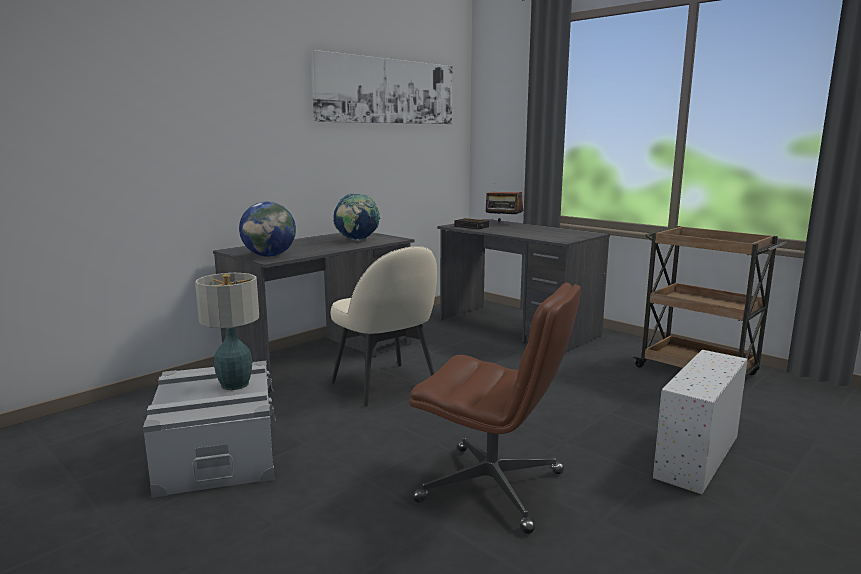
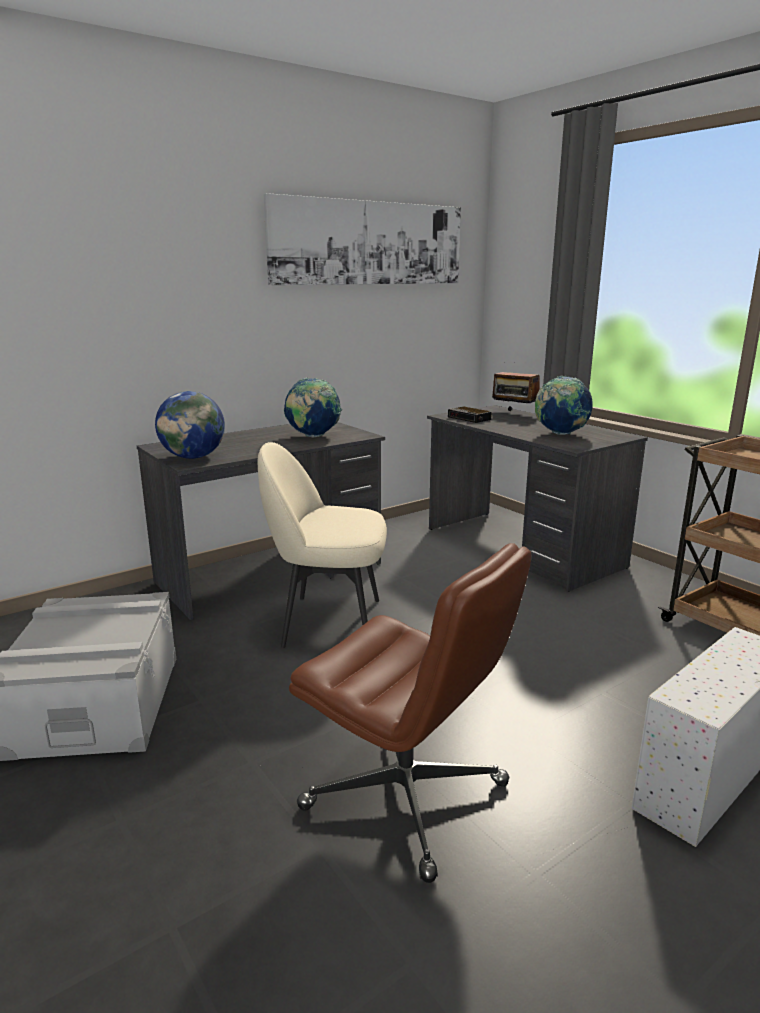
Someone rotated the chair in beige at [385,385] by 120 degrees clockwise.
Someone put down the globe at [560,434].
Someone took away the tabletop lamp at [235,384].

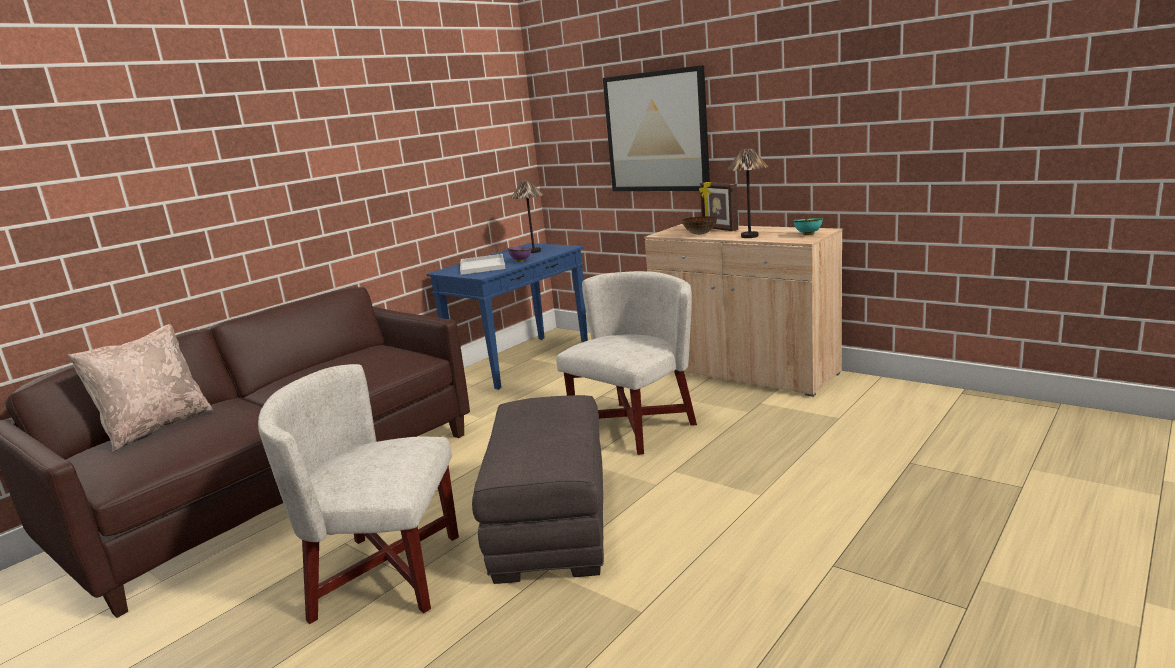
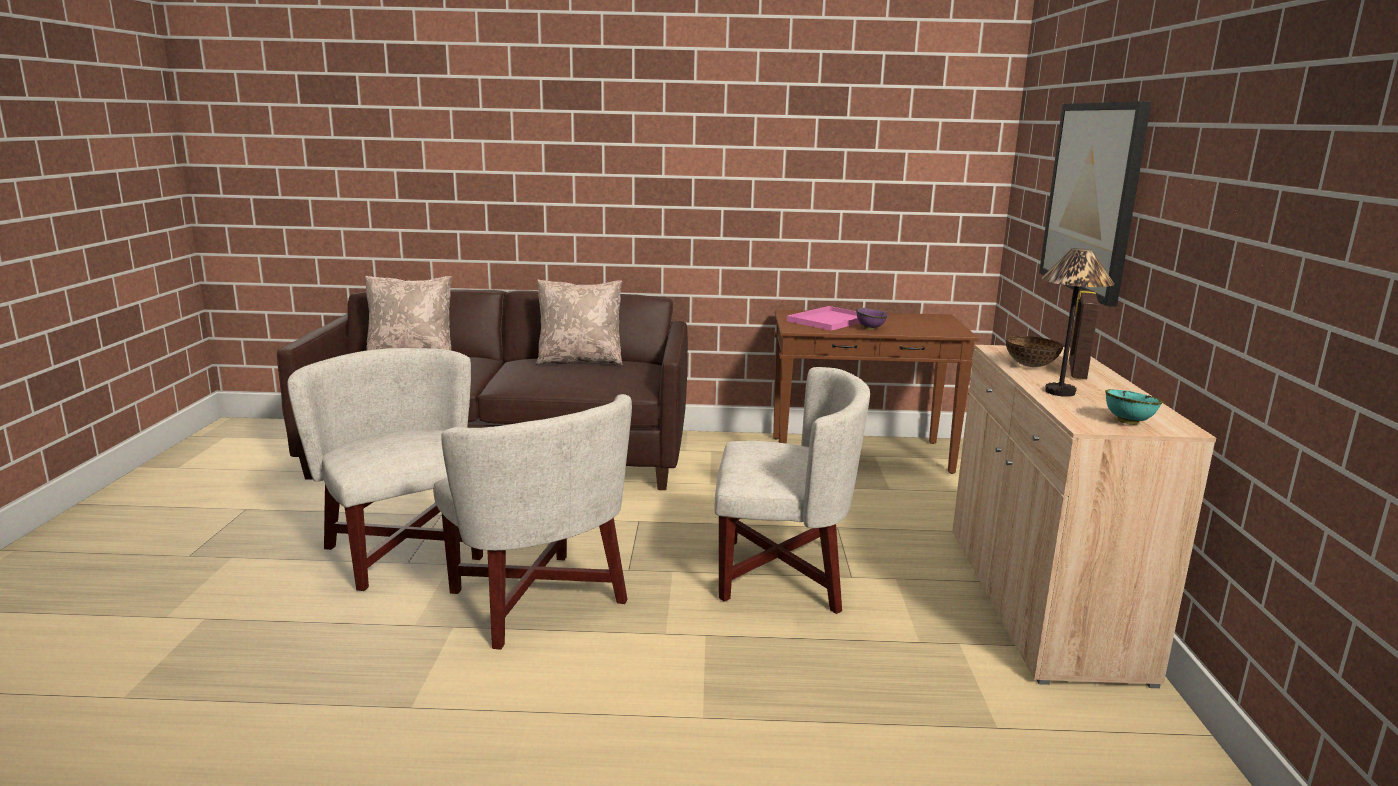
Someone swapped the ottoman in grey at [553,524] for the easy chair in white-coloured at [536,599].
Someone put down the throw pillow in beige at [580,361].
Someone repainted the hall table in blue at [522,361], which became the hall table in brown-coloured at [861,455].
Someone repainted the serving tray in white-coloured at [483,266], which became the serving tray in pinkish at [829,320].
Someone took away the tabletop lamp at [533,251].

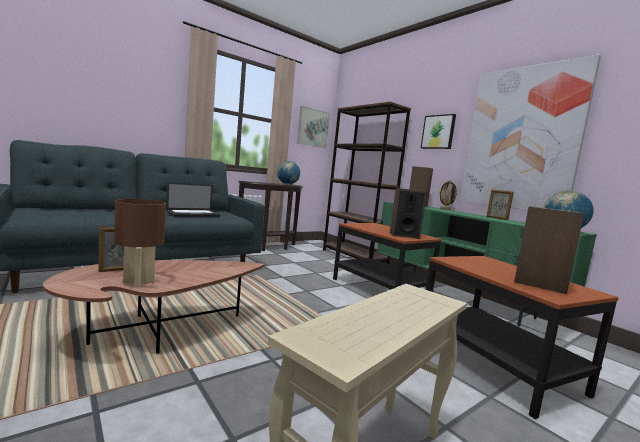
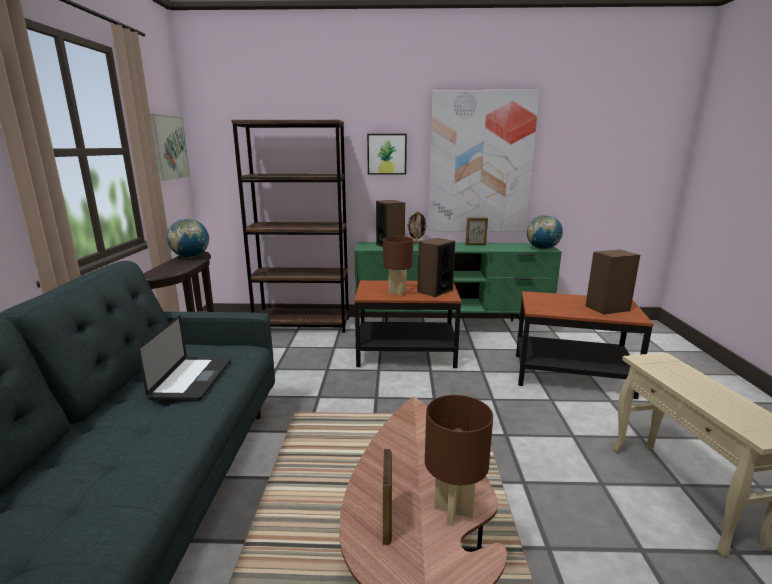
Someone put down the tabletop lamp in brown-coloured at [397,293].

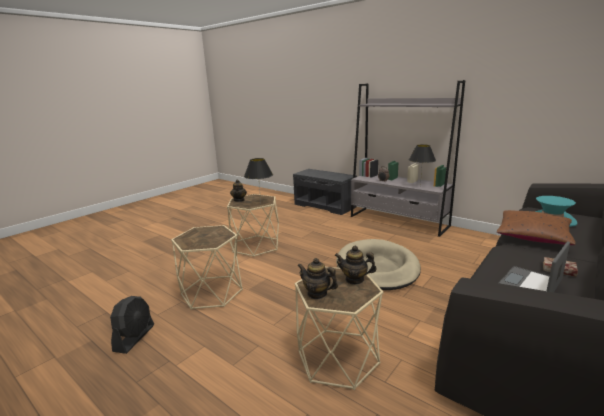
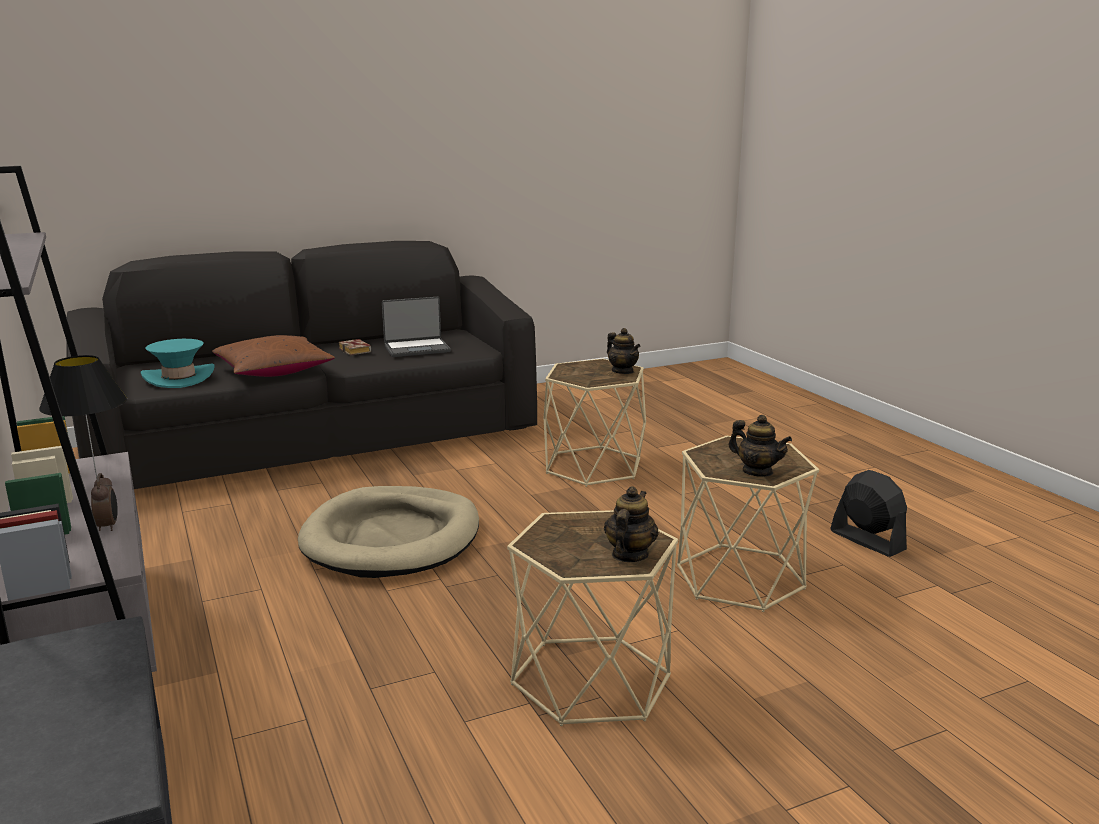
Someone carried the pot for tea from [354,280] to [757,472].
Someone rotated the fan in blackish at [134,338] by 105 degrees clockwise.
Someone took away the tabletop lamp in blackish at [260,204].

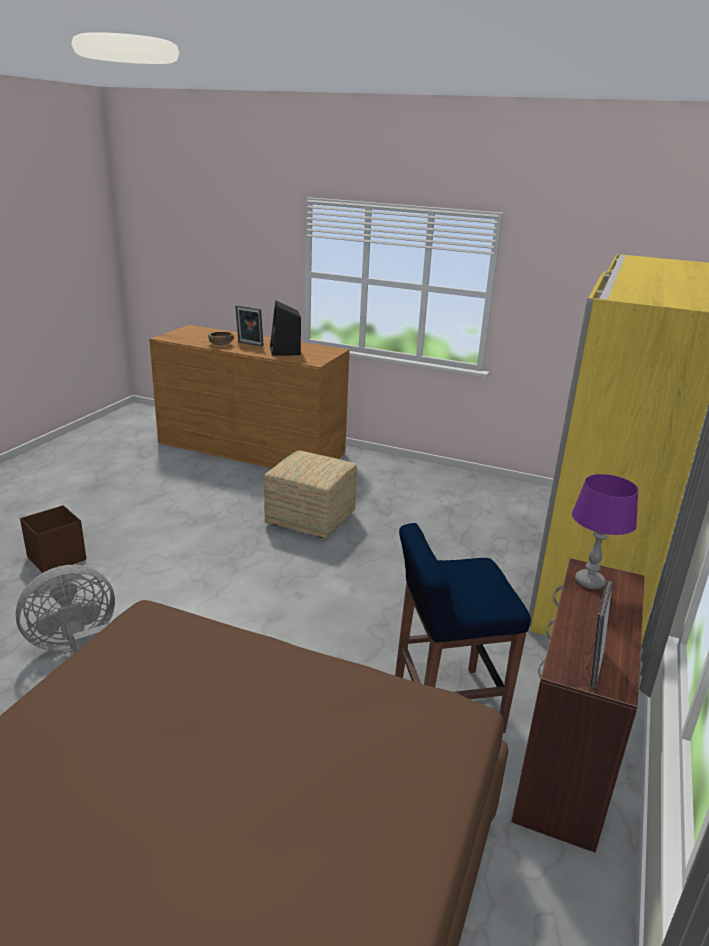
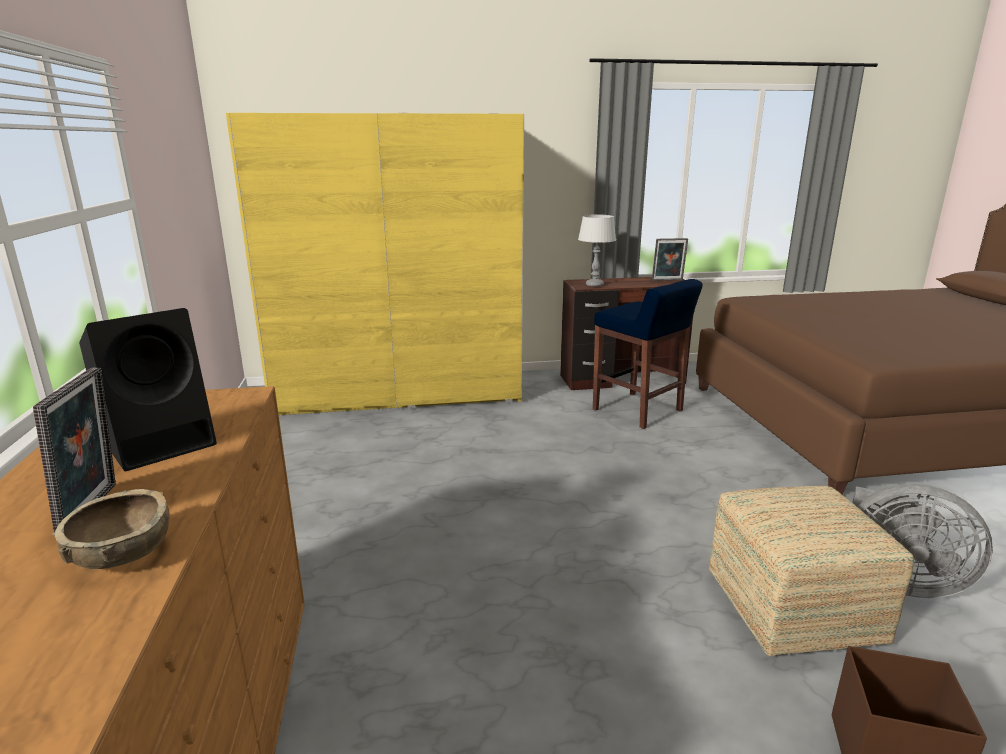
Someone repainted the tabletop lamp in purplish at [589,582], which became the tabletop lamp in grey at [594,285].
Someone carried the ottoman from [311,519] to [790,609].

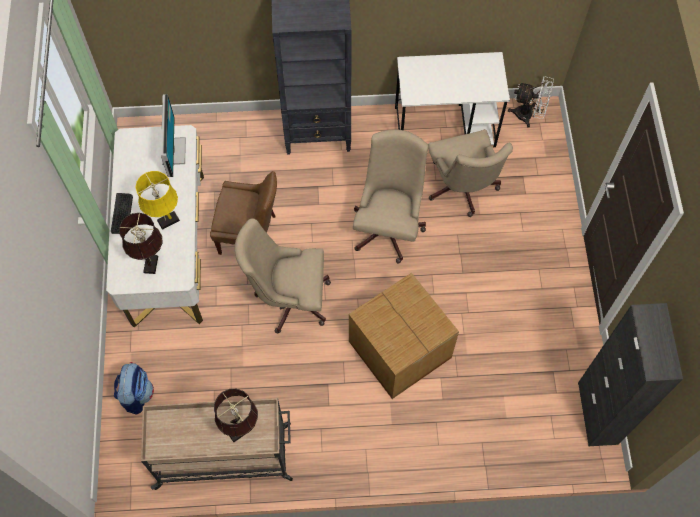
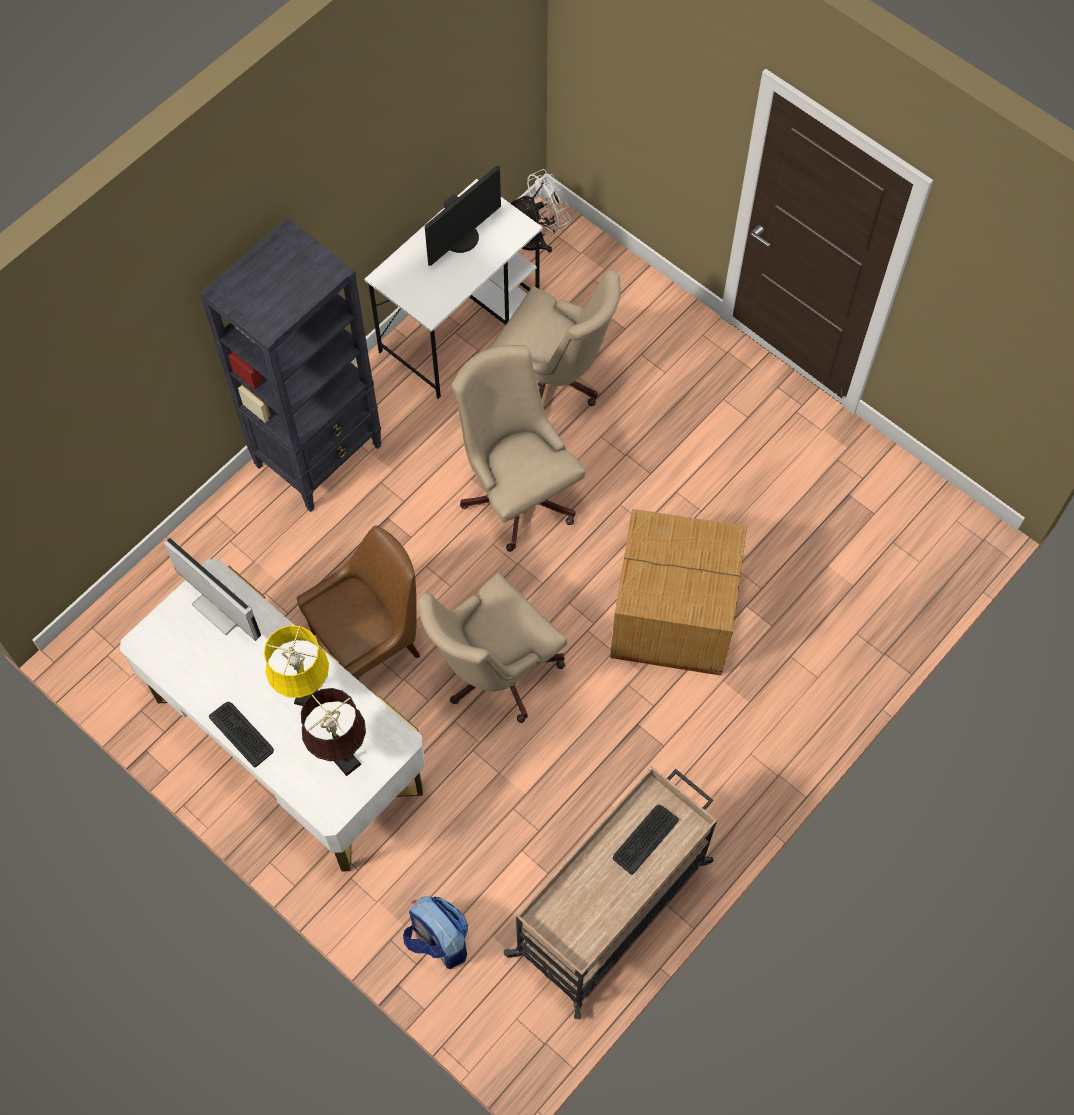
Someone put down the computer screen at [462,238].
Someone swapped the tabletop lamp in brown-coloured at [241,429] for the keyboard at [645,839].
Someone took away the cabinet in blackish at [597,413].

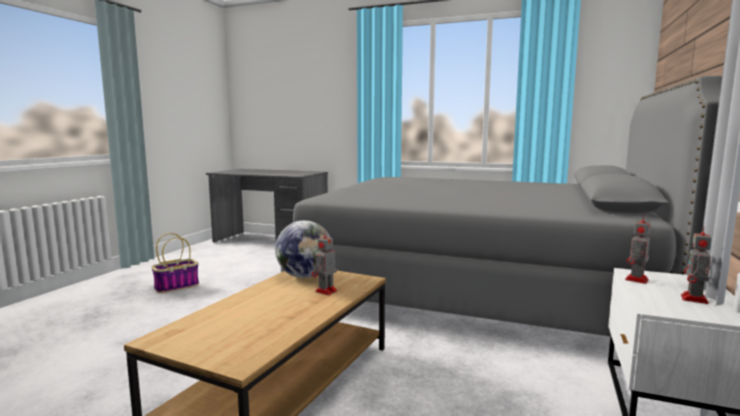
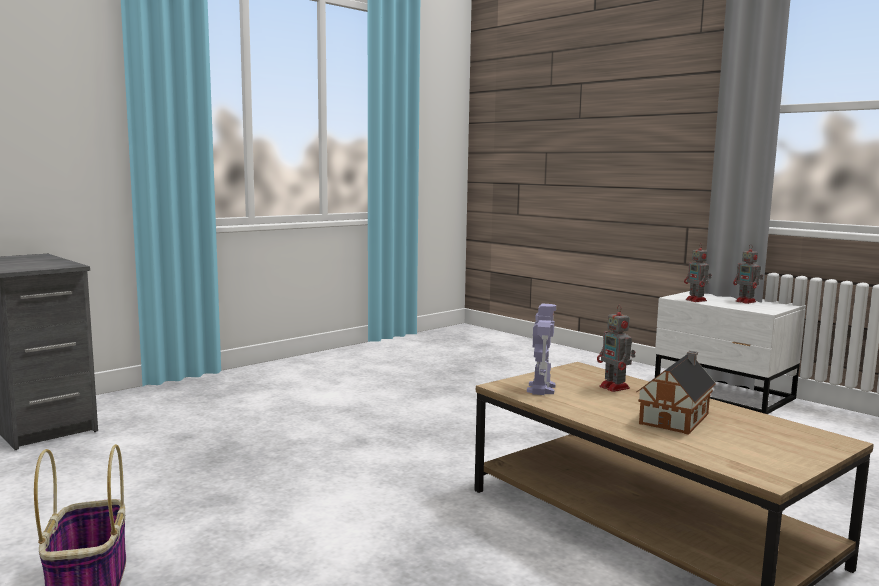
Someone swapped the globe at [305,276] for the robot figure at [541,388].
Someone put down the model house at [676,418].
Someone took away the bedroom bed in grey at [477,288].

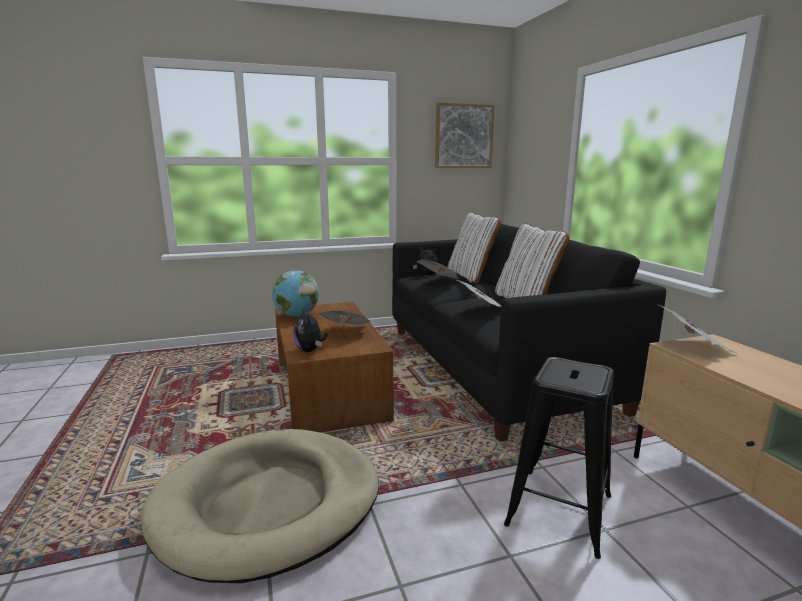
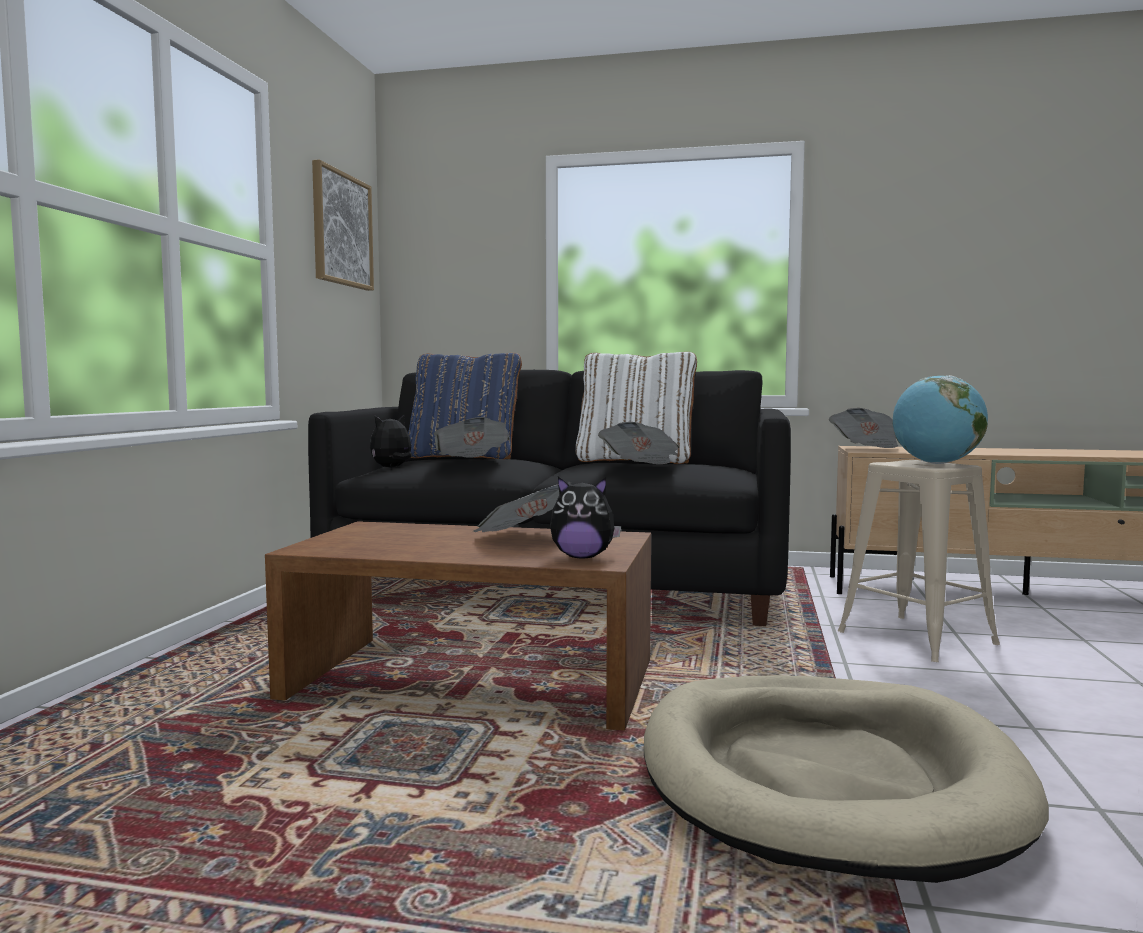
Someone repainted the throw pillow in white-coloured at [471,276], which became the throw pillow in blue at [464,457].
Someone repainted the stool seat in blackish at [559,509], which became the stool seat in beige at [915,637].
Someone carried the globe from [296,315] to [937,463].

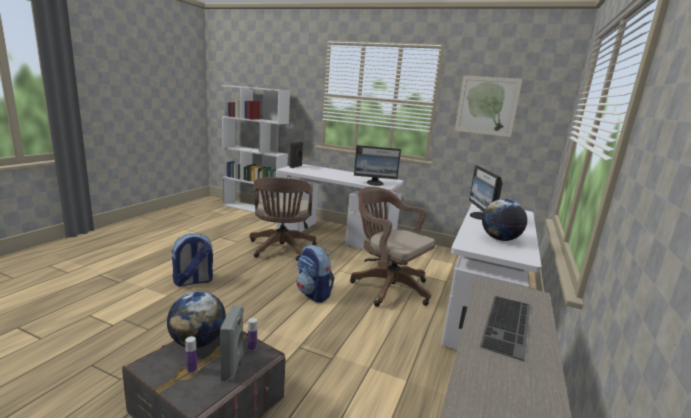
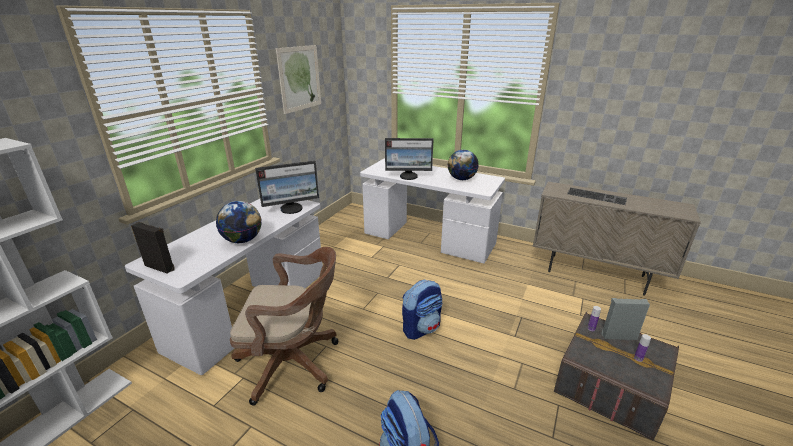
Someone carried the globe from [197,342] to [243,240].
Someone rotated the computer screen at [375,183] by 60 degrees clockwise.
Someone took away the office chair in brown-coloured at [387,286].

